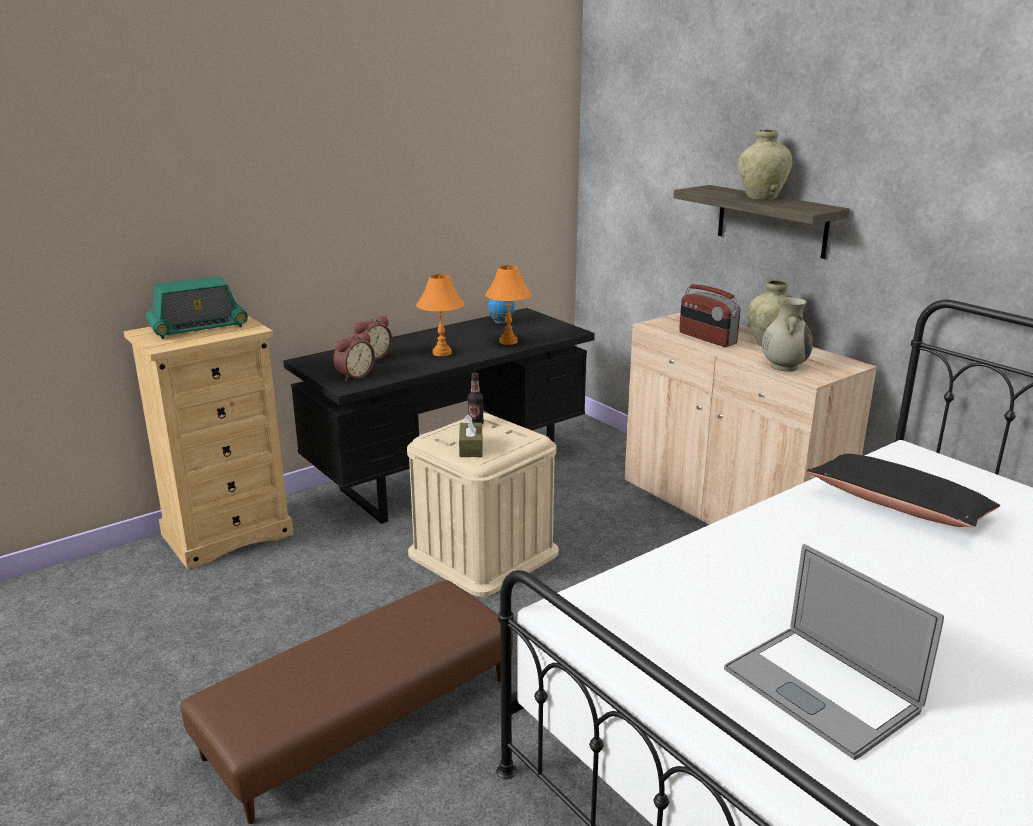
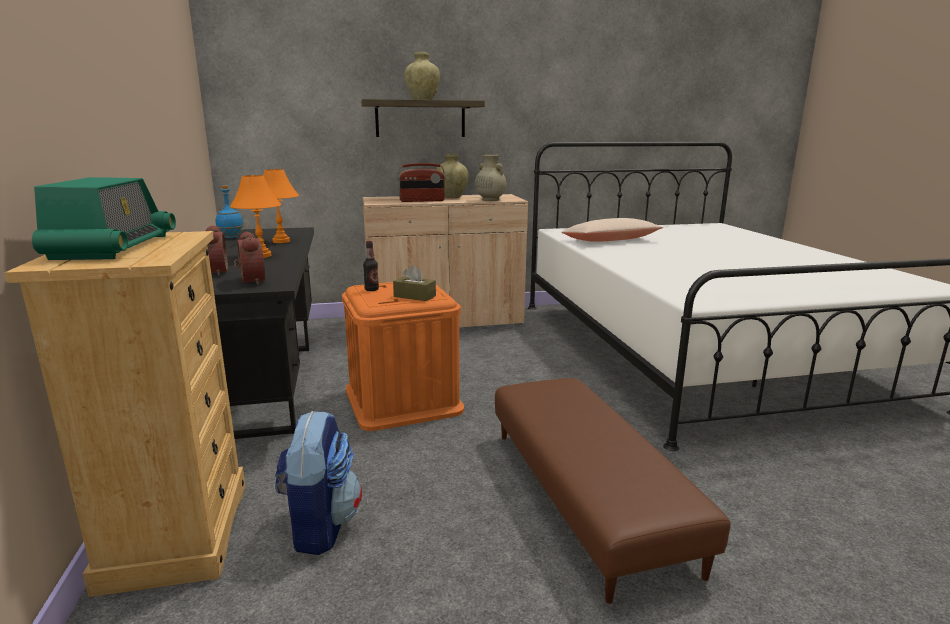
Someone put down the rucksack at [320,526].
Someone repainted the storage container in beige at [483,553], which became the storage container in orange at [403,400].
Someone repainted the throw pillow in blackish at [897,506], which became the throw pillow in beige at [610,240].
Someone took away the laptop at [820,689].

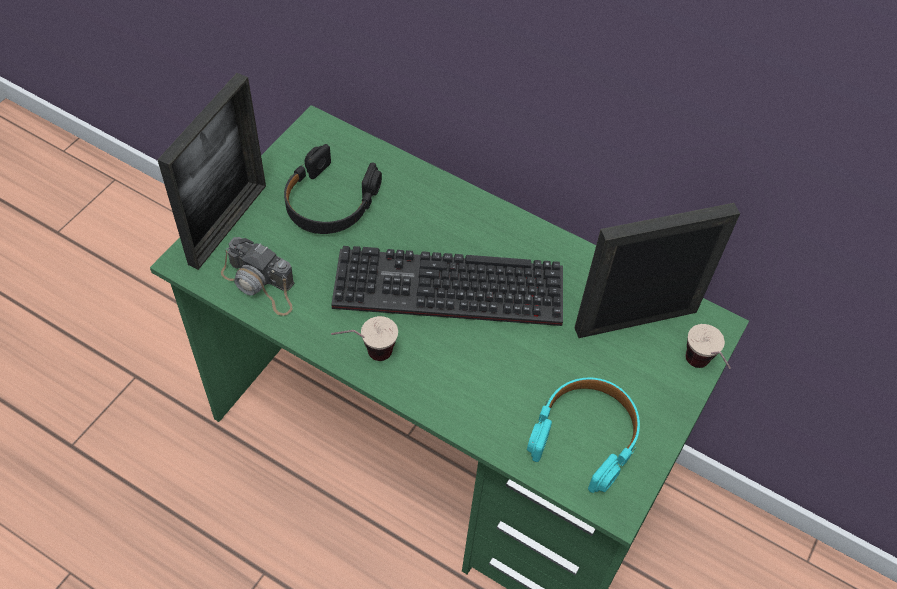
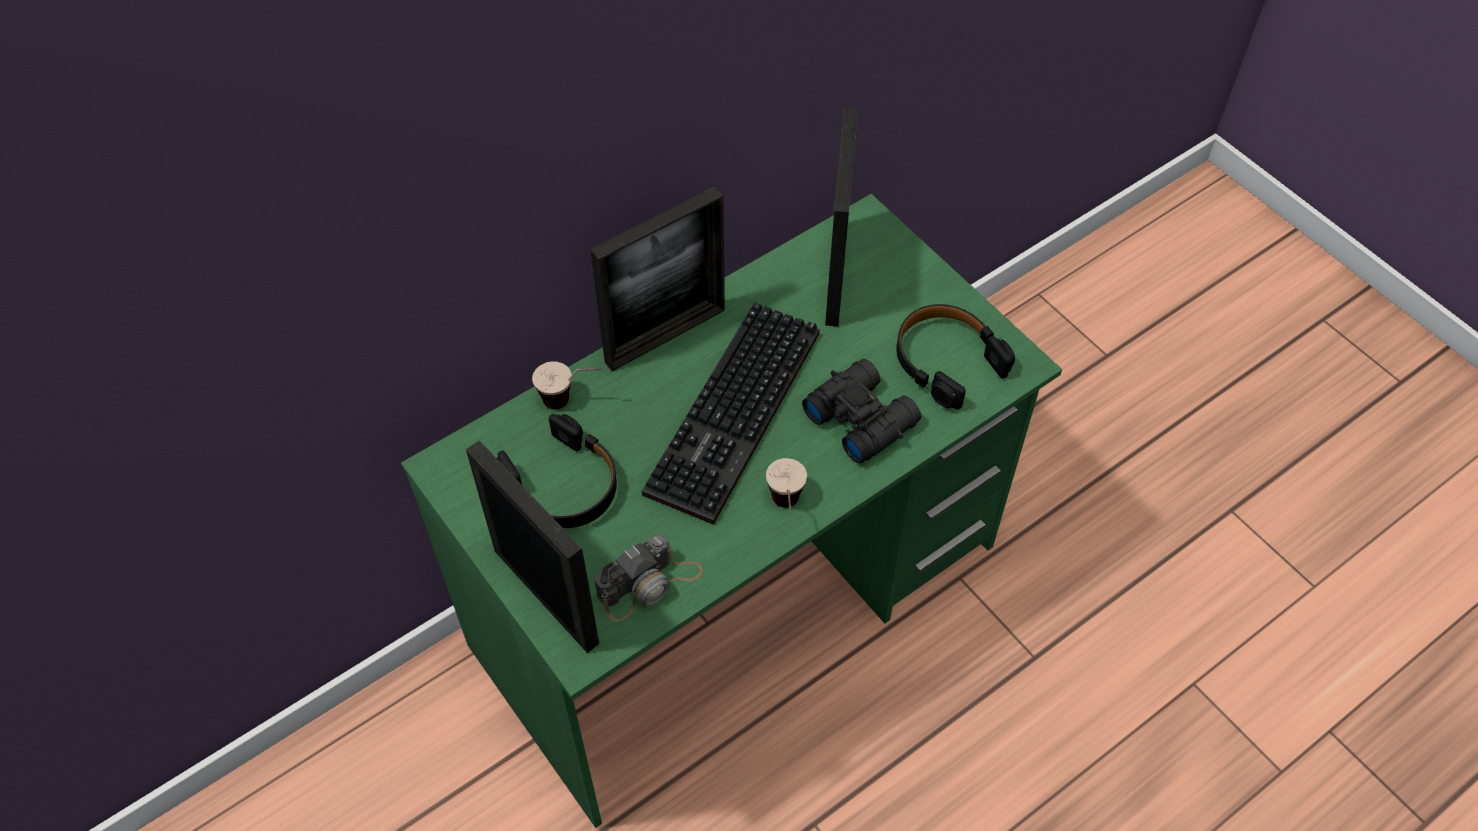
Someone carried the cup from [702,370] to [571,401].
Someone put down the photo frame at [665,336].
Someone put down the pair of binoculars in blackish at [860,417].
Someone repainted the pair of headphones in turquoise-coloured at [585,436], which became the pair of headphones in blackish at [946,361].

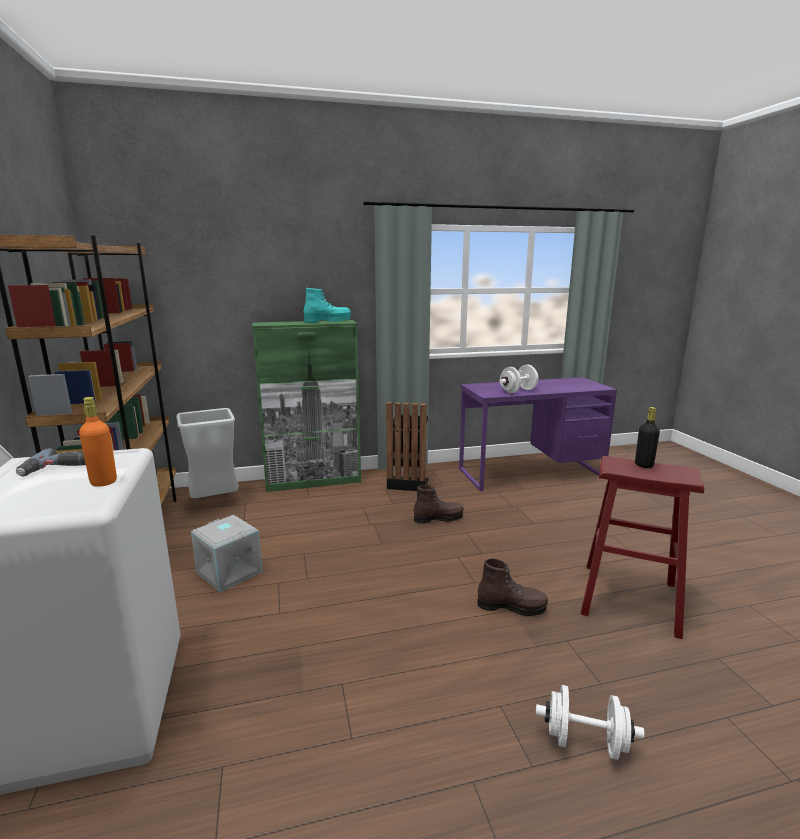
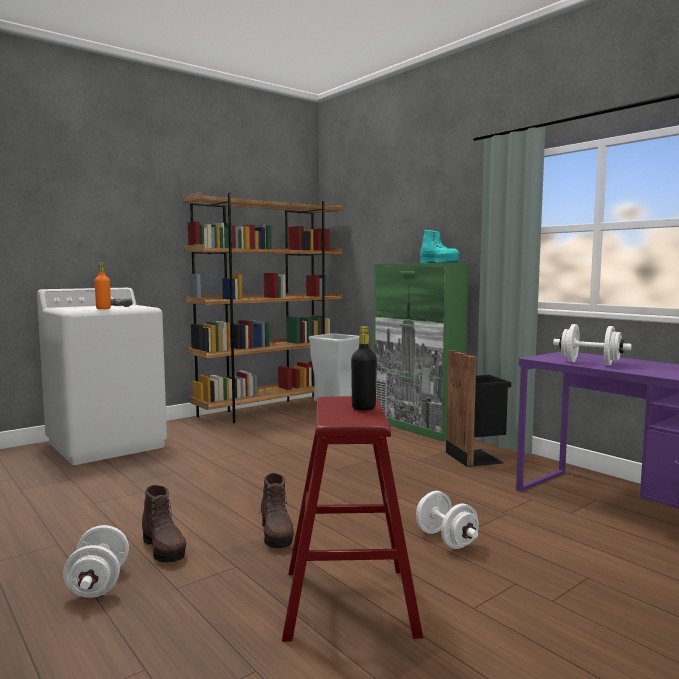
Someone carried the tall boot in brown-coloured from [438,518] to [164,549].
Someone put down the hand weight in white-coloured at [446,539].
Someone took away the storage container in grey at [228,572].

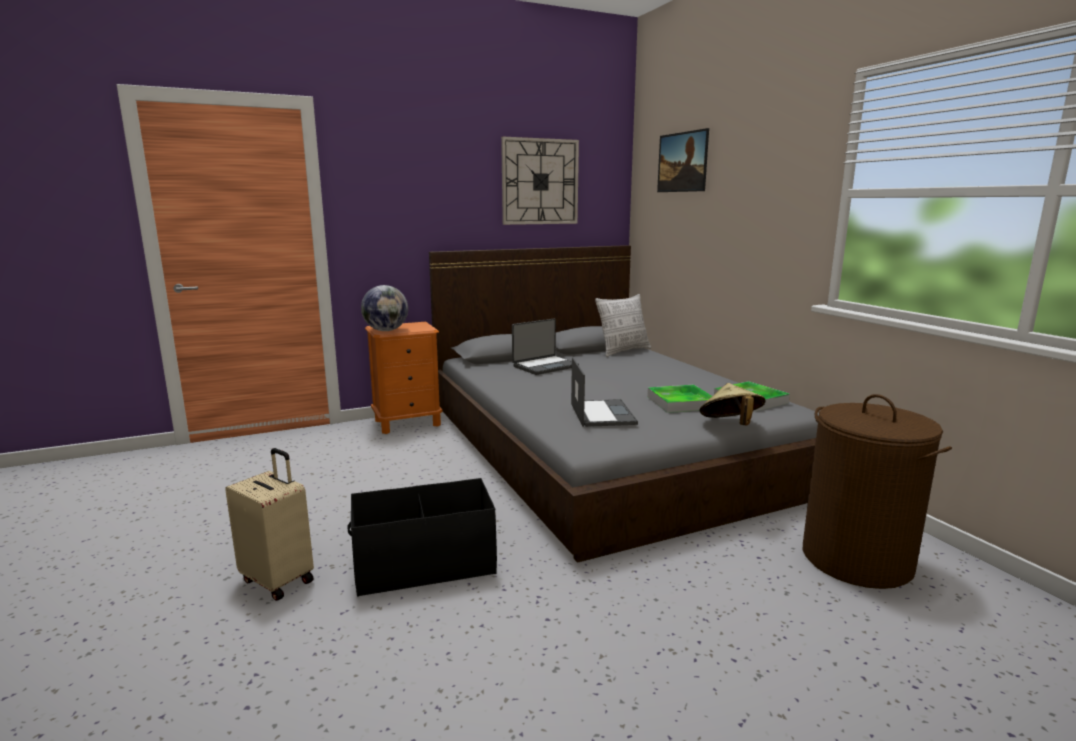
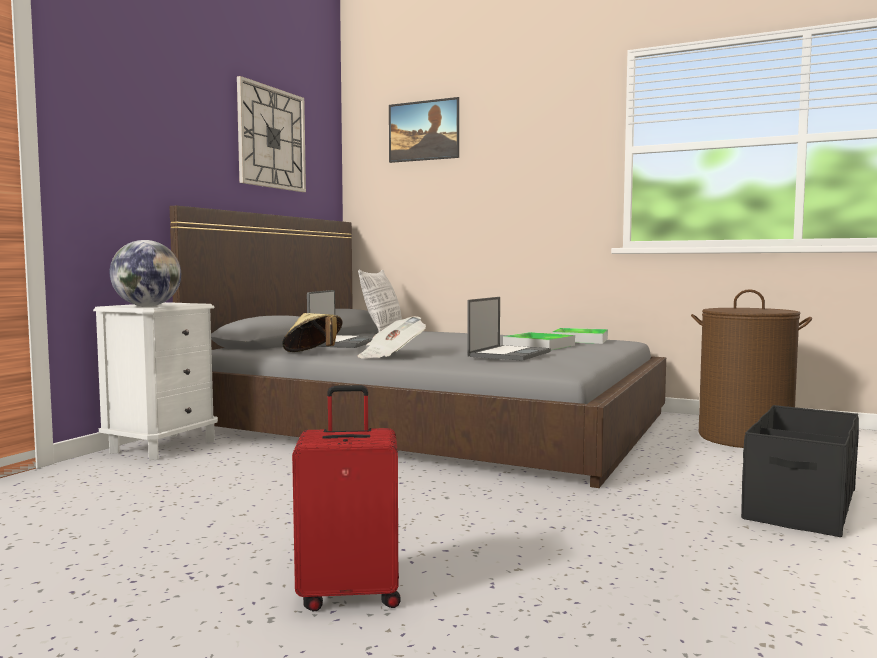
Someone repainted the bedside table in orange at [407,423], which became the bedside table in white-coloured at [163,446].
Someone carried the wearable hat in beige from [730,425] to [313,353].
Someone repainted the suitcase in beige at [279,580], which became the suitcase in red-coloured at [350,594].
Someone put down the newspaper at [391,356].
Someone rotated the laptop at [602,413] by 75 degrees clockwise.
Someone carried the storage container in blackish from [424,565] to [799,504].

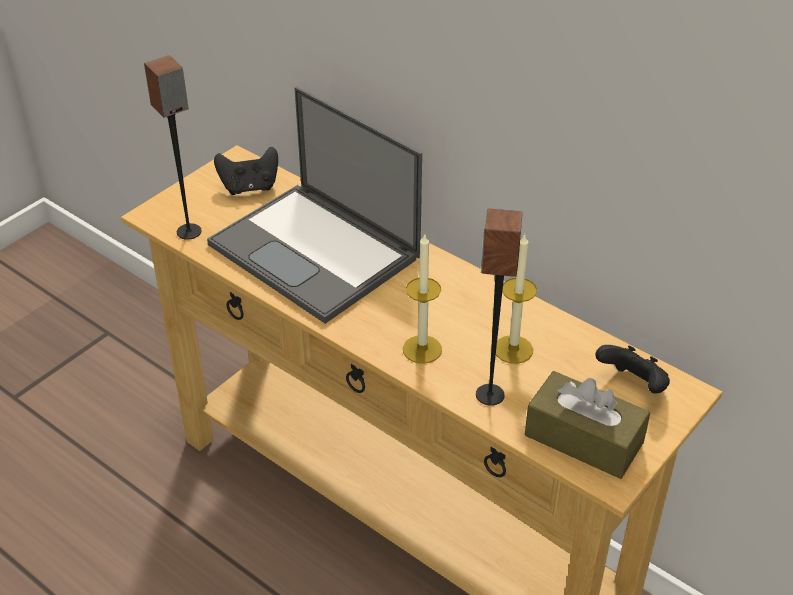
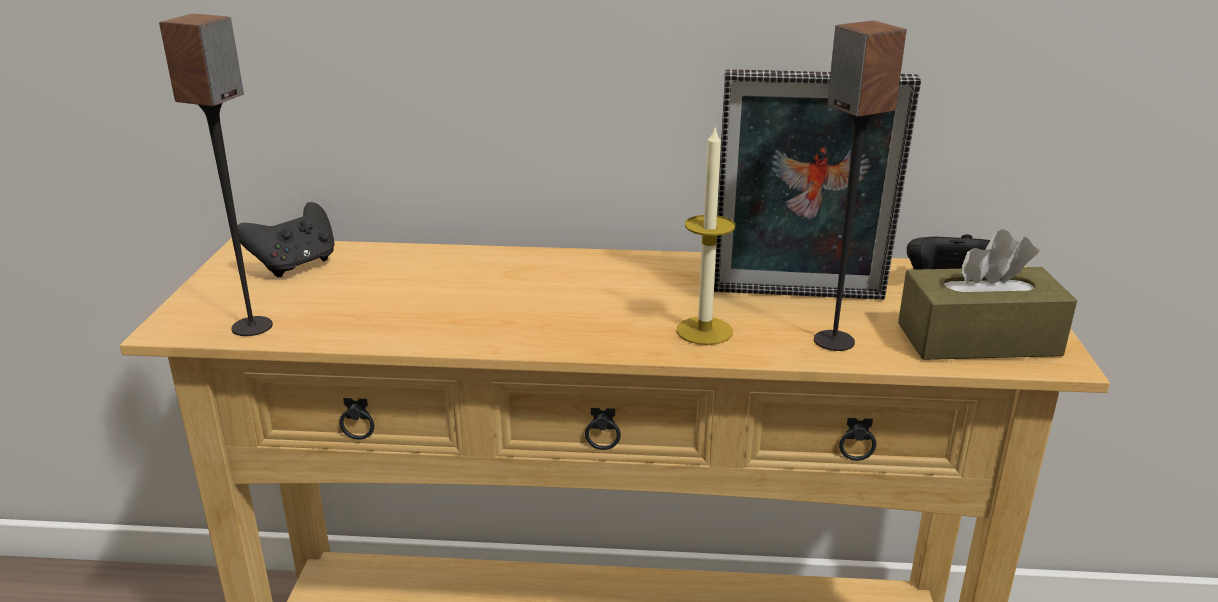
Someone swapped the candle at [513,349] for the photo frame at [798,297].
Someone took away the laptop at [316,252].

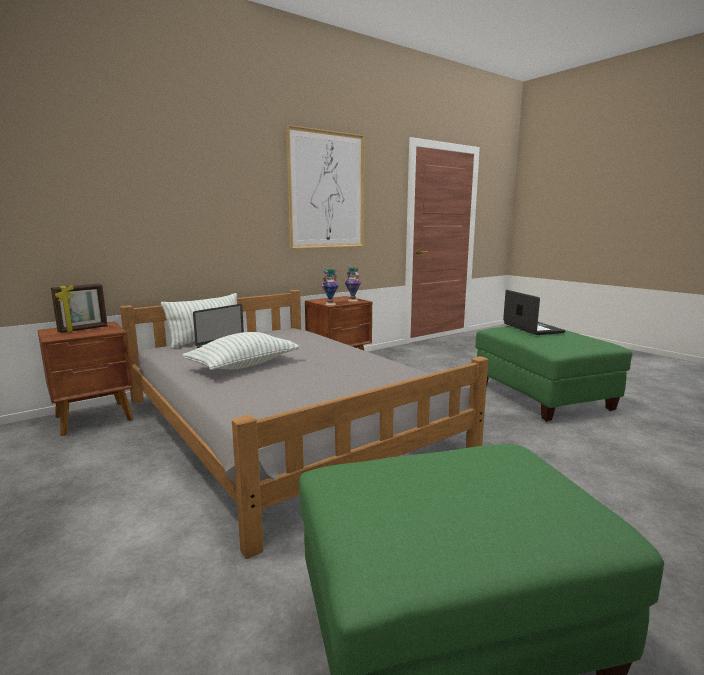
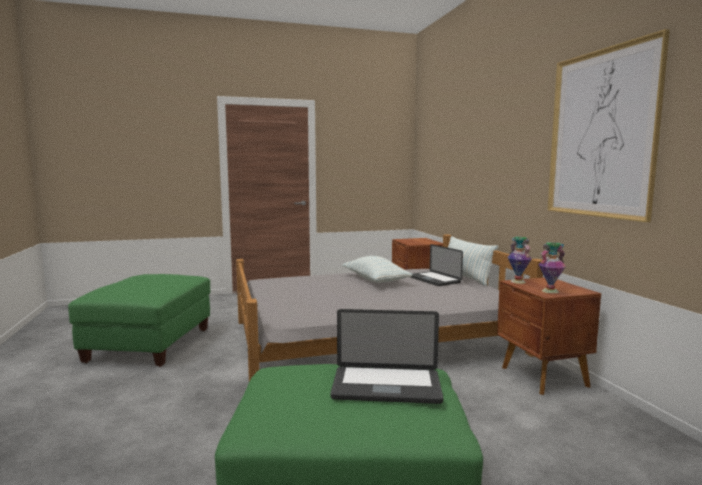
Someone took away the photo frame at [83,329].

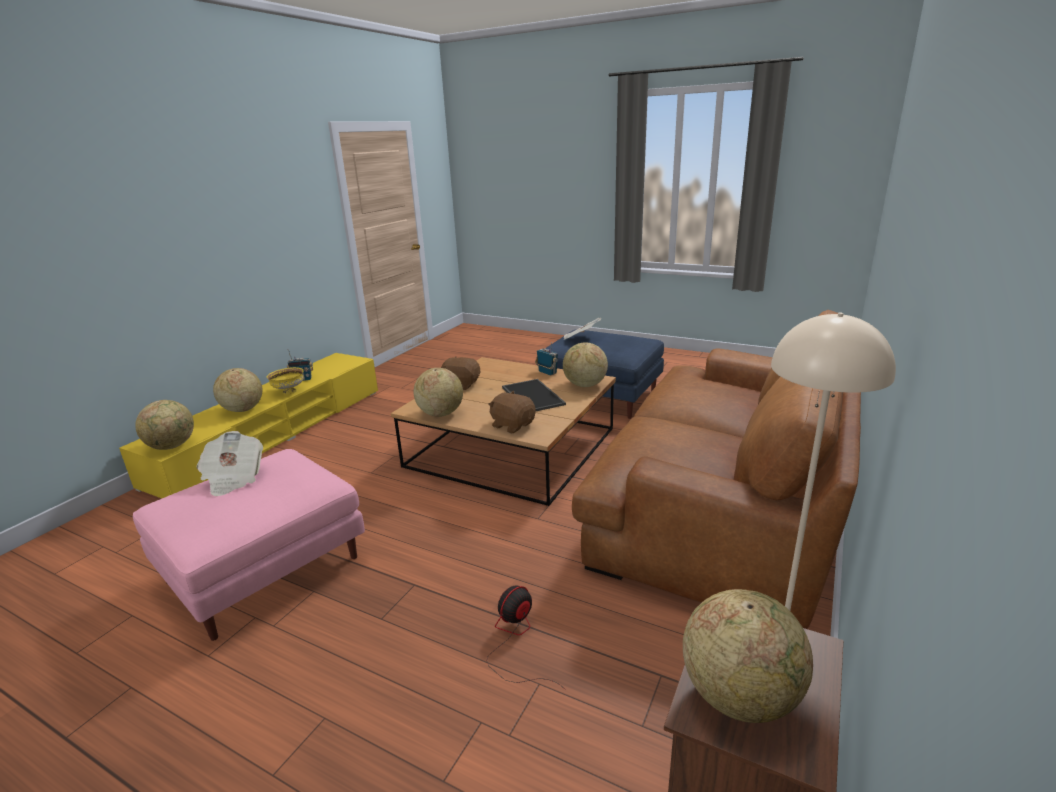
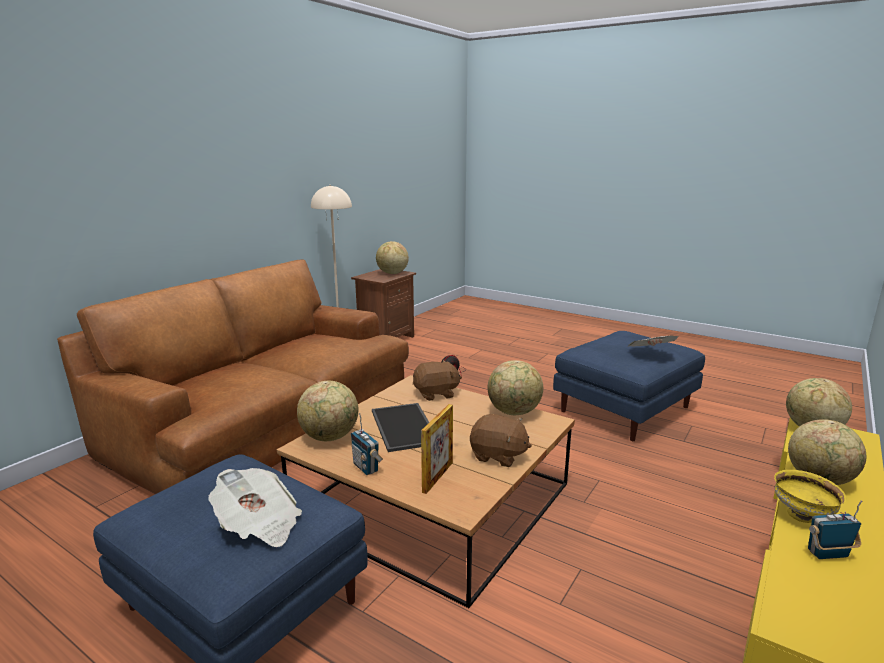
Someone rotated the plush toy in brown-coloured at [512,425] by 60 degrees counterclockwise.
Someone put down the photo frame at [437,477].
Someone repainted the ottoman in pinkish at [266,568], which became the ottoman in blue at [624,410].

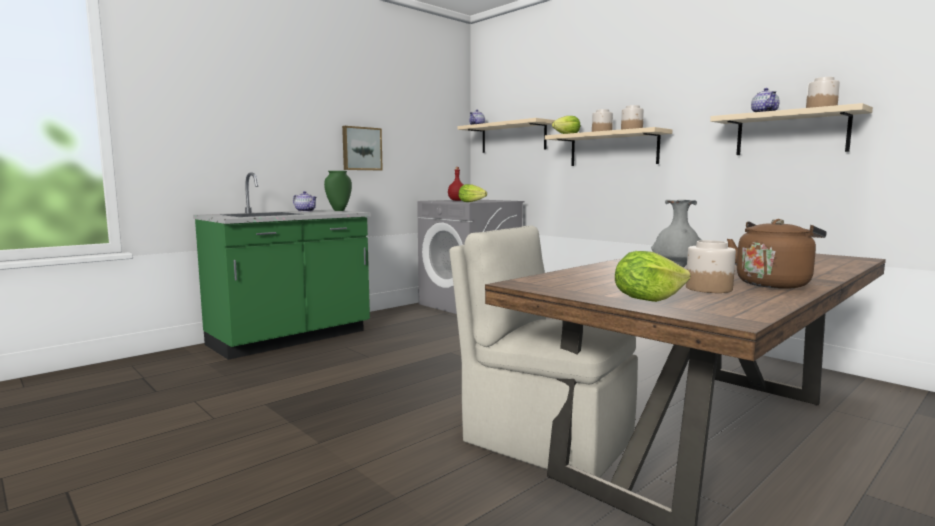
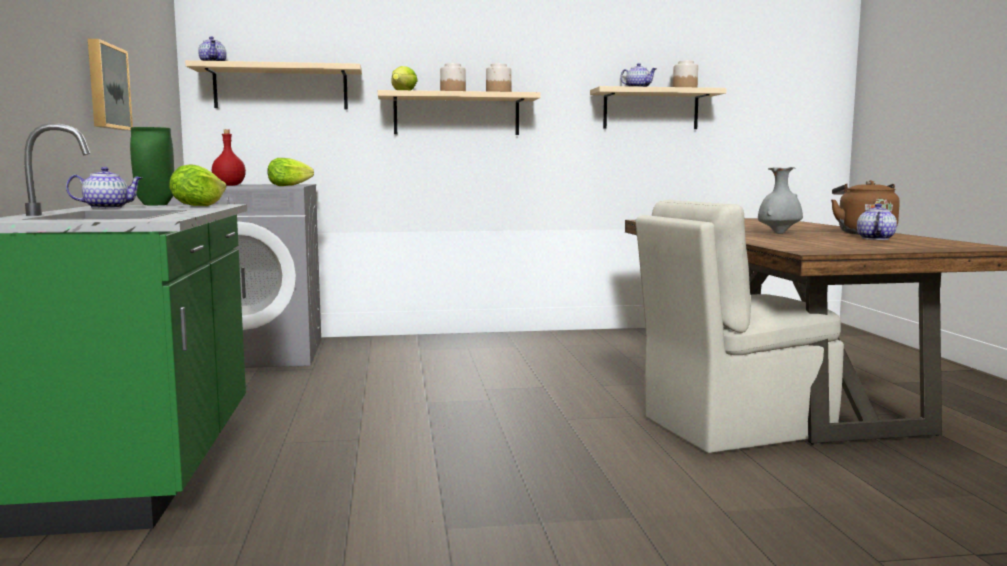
Someone carried the lettuce head from [647,299] to [198,206].
Someone swapped the storage jar at [708,289] for the pot for tea at [874,239].

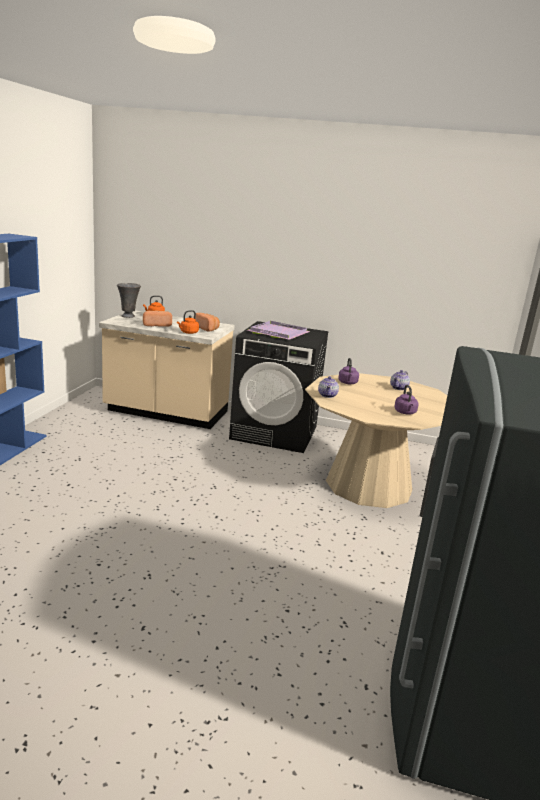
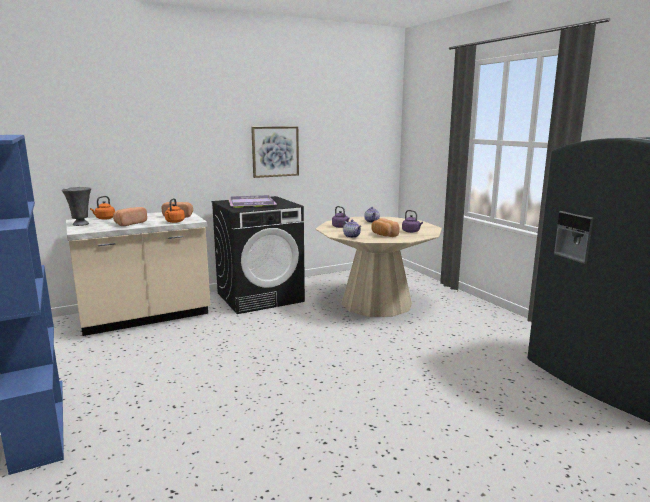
Someone put up the wall picture at [275,151].
Someone put down the bakery bread at [383,235].

